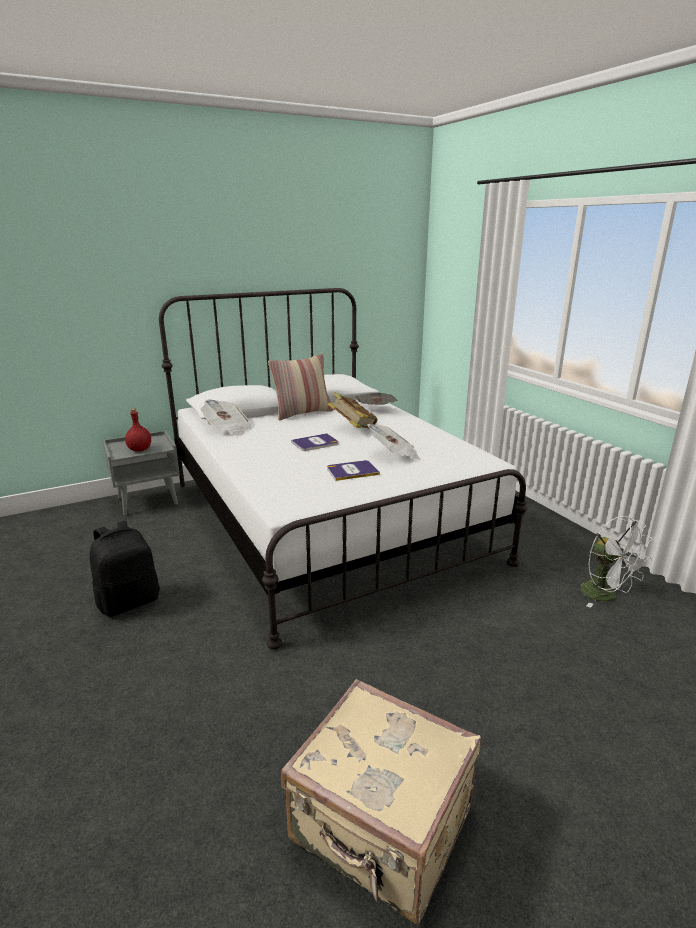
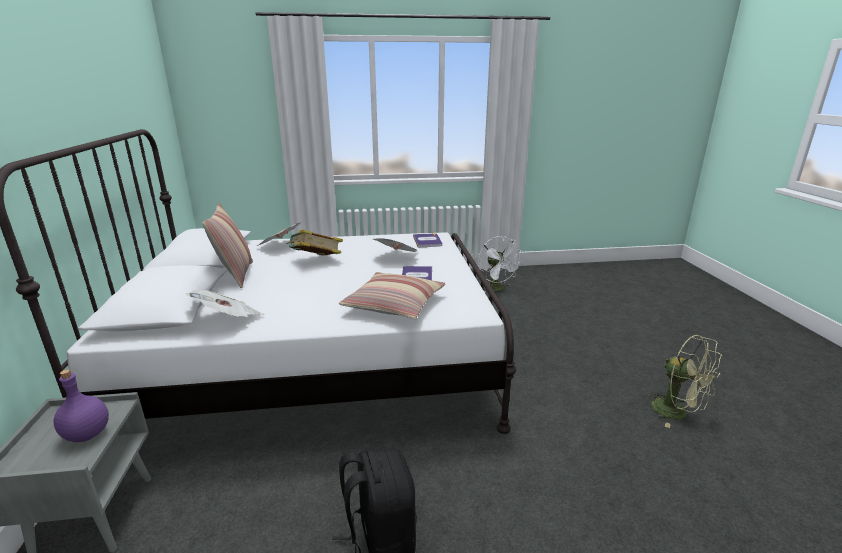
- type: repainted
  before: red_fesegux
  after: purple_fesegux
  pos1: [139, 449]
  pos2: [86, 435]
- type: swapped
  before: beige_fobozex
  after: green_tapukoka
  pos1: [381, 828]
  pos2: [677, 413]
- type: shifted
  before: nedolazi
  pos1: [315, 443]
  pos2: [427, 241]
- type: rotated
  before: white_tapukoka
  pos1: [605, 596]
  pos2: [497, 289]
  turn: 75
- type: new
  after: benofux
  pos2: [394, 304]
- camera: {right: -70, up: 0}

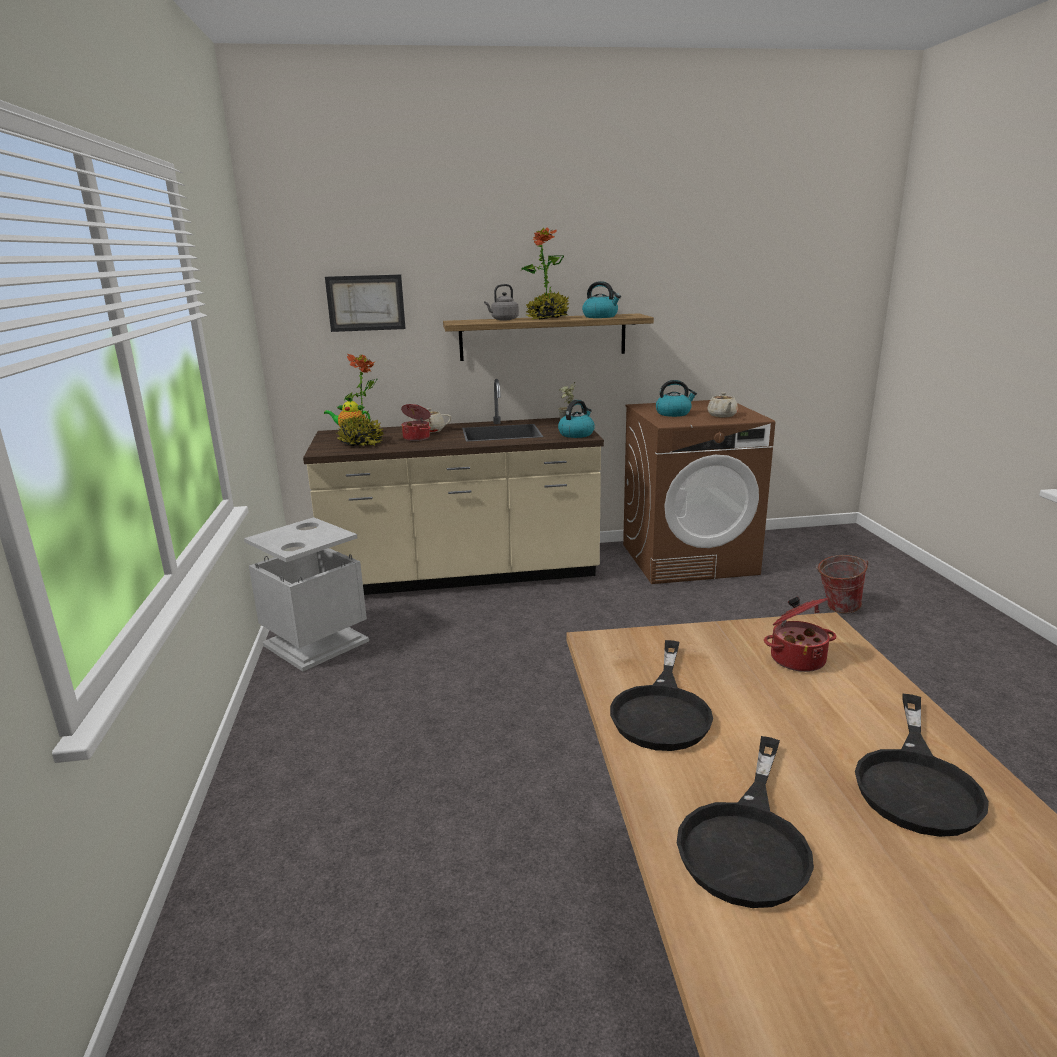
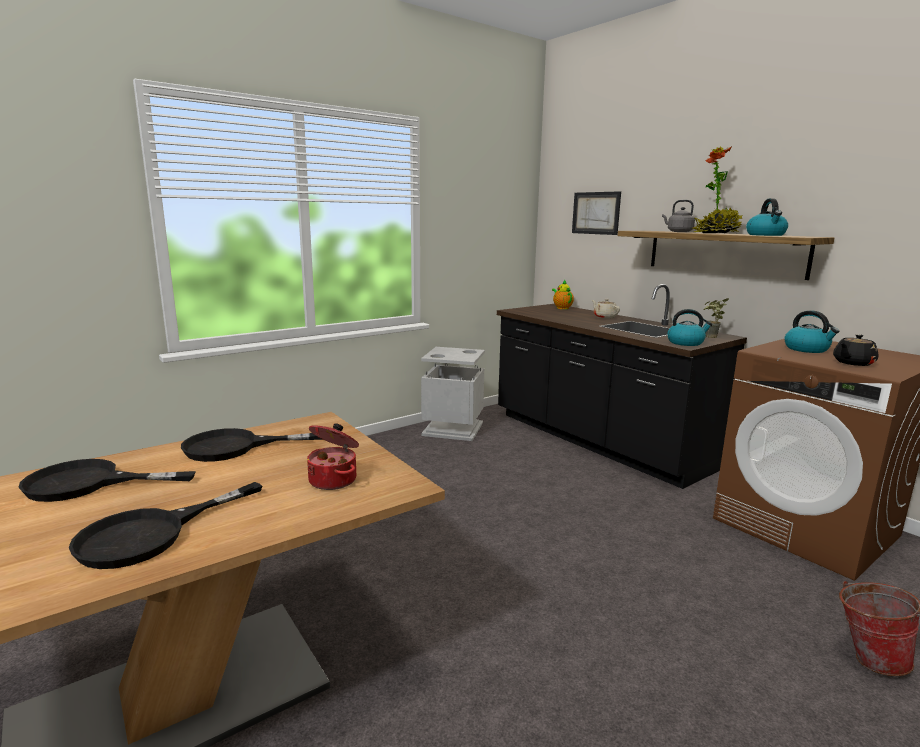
- type: repainted
  before: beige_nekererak
  after: black_nekererak
  pos1: [462, 574]
  pos2: [597, 440]
- type: gone
  before: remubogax
  pos1: [361, 443]
- type: gone
  before: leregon
  pos1: [417, 438]
- type: repainted
  before: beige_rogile
  after: black_rogile
  pos1: [722, 416]
  pos2: [852, 363]
- type: rotated
  before: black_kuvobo
  pos1: [916, 781]
  pos2: [150, 534]
  turn: -45
- camera: {right: 60, up: -5}

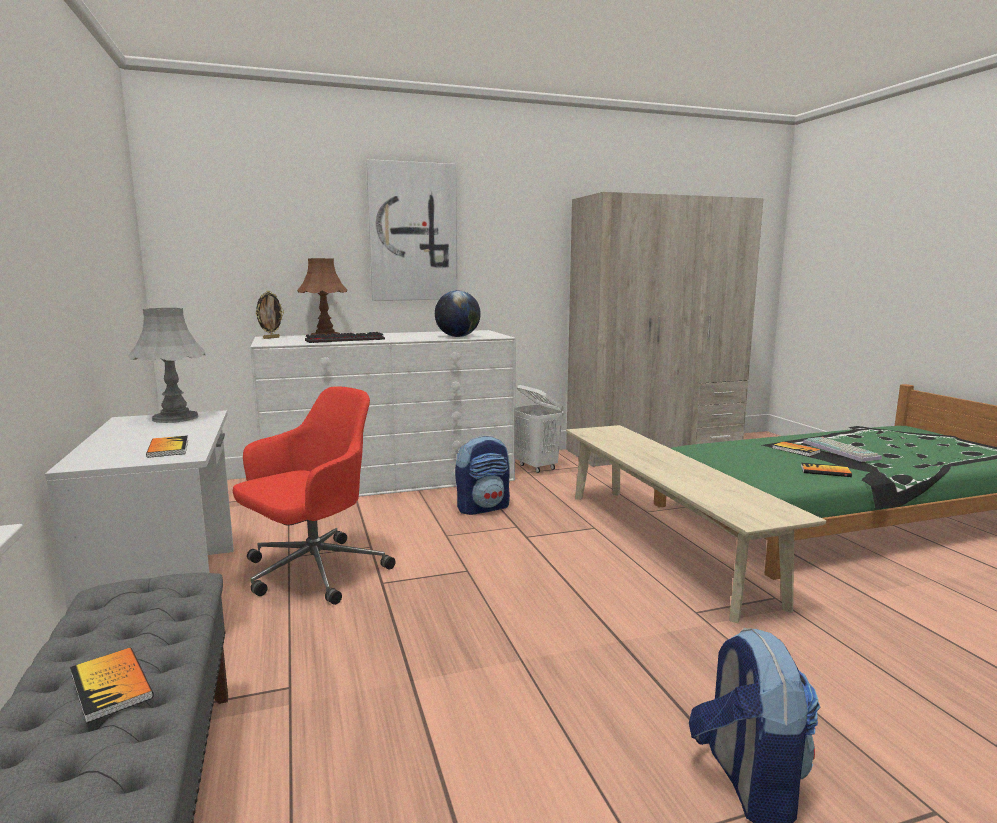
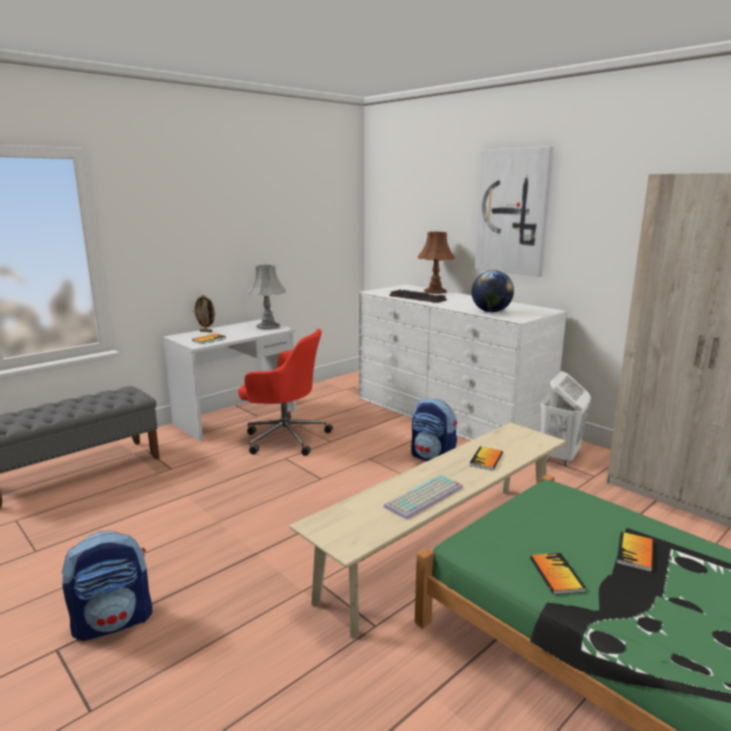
- type: shifted
  before: nedolazi
  pos1: [111, 685]
  pos2: [486, 459]
- type: shifted
  before: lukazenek
  pos1: [271, 338]
  pos2: [206, 331]
- type: shifted
  before: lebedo
  pos1: [842, 450]
  pos2: [424, 498]
- camera: {right: 65, up: 5}

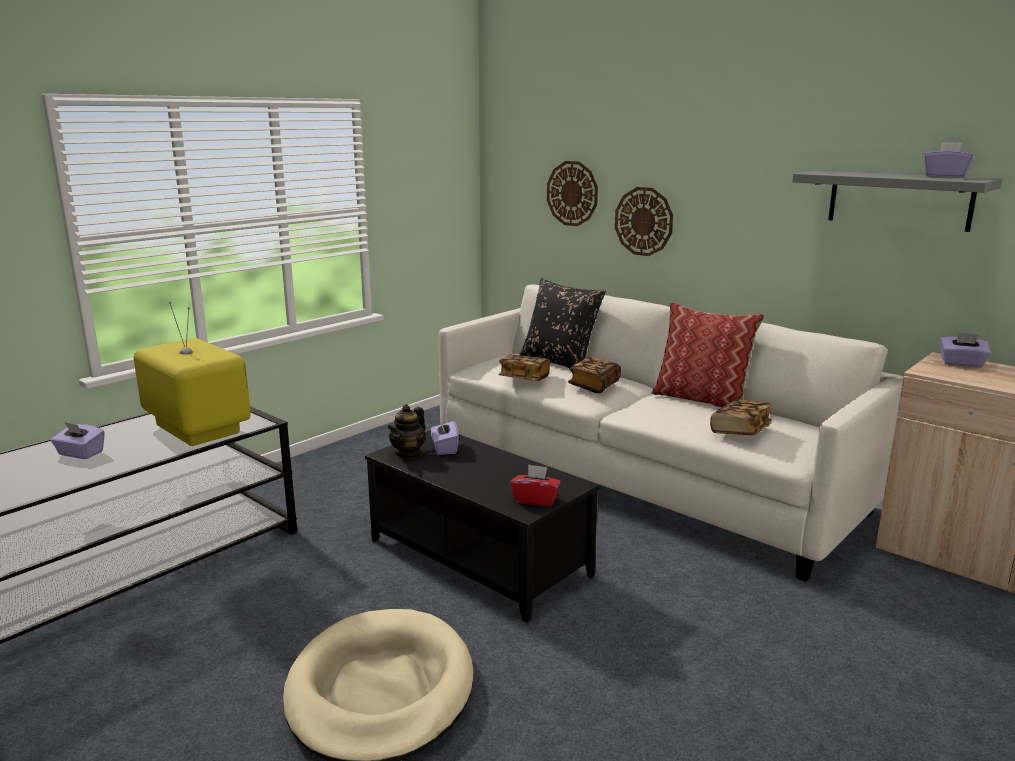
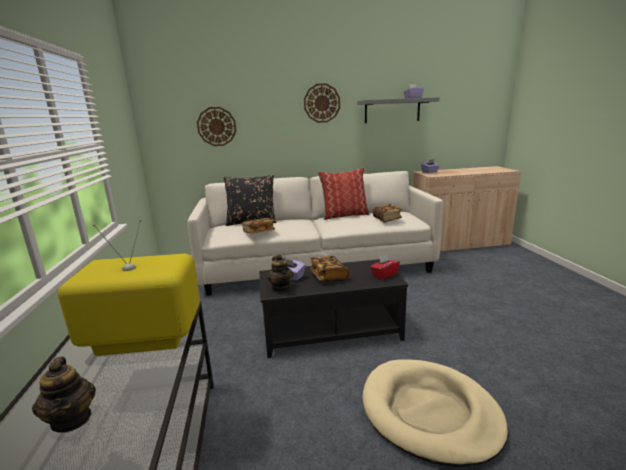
- type: swapped
  before: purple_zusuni
  after: rogile
  pos1: [80, 454]
  pos2: [72, 419]
- type: shifted
  before: nedolazi
  pos1: [594, 385]
  pos2: [328, 276]
- type: shifted
  before: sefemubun
  pos1: [644, 221]
  pos2: [322, 103]
- camera: {right: -50, up: 0}

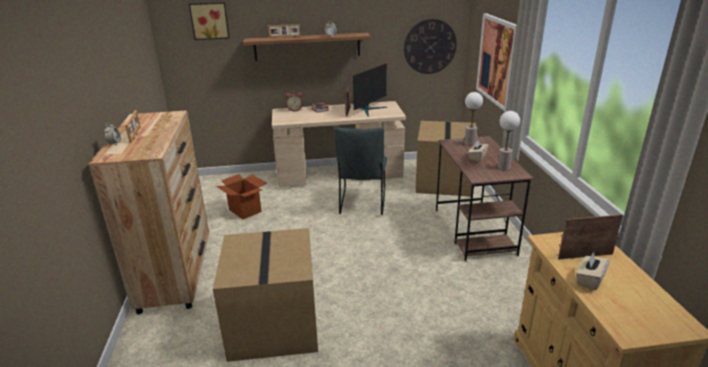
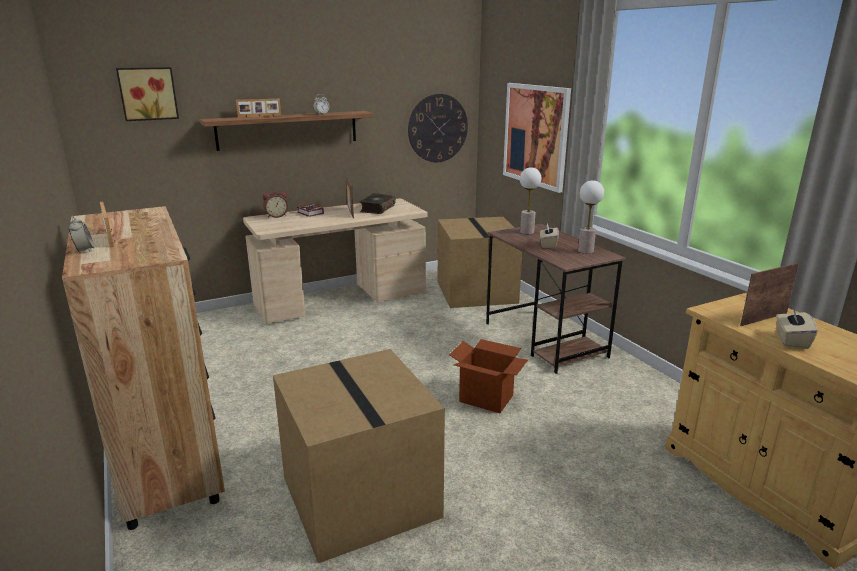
- type: shifted
  before: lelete
  pos1: [245, 210]
  pos2: [486, 399]
- type: gone
  before: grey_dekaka
  pos1: [362, 204]
- type: swapped
  before: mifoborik
  after: nedolazi
  pos1: [369, 110]
  pos2: [377, 209]
- camera: {right: -20, up: -5}

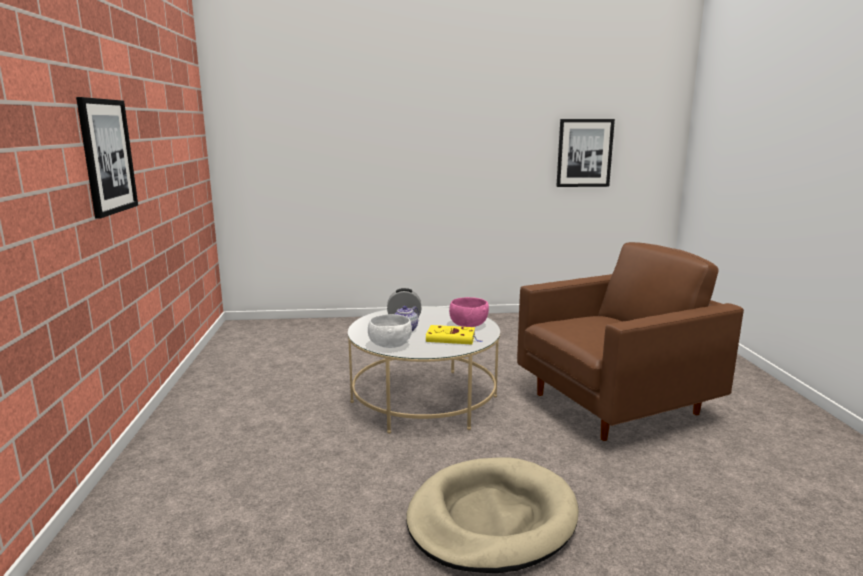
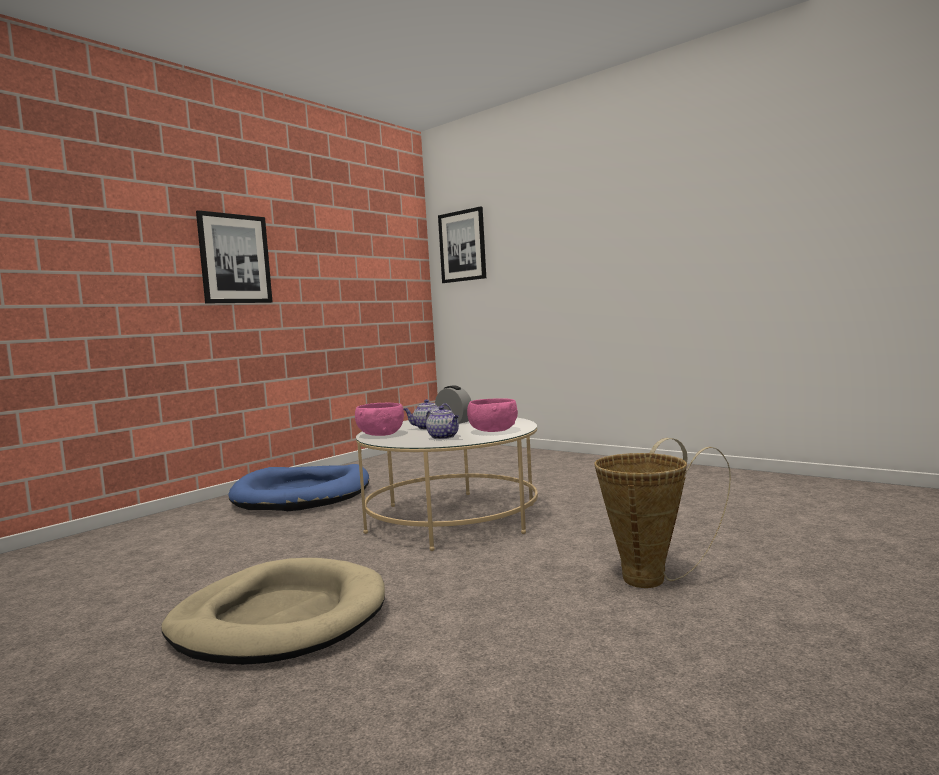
- type: repainted
  before: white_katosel
  after: pink_katosel
  pos1: [389, 345]
  pos2: [380, 434]
- type: swapped
  before: yellow_nedolazi
  after: rogile
  pos1: [452, 338]
  pos2: [444, 437]
- type: swapped
  before: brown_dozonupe
  after: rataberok
  pos1: [614, 404]
  pos2: [653, 578]
- type: shifted
  before: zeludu
  pos1: [584, 153]
  pos2: [462, 246]
- type: new
  after: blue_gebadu
  pos2: [303, 494]
- camera: {right: 45, up: -10}

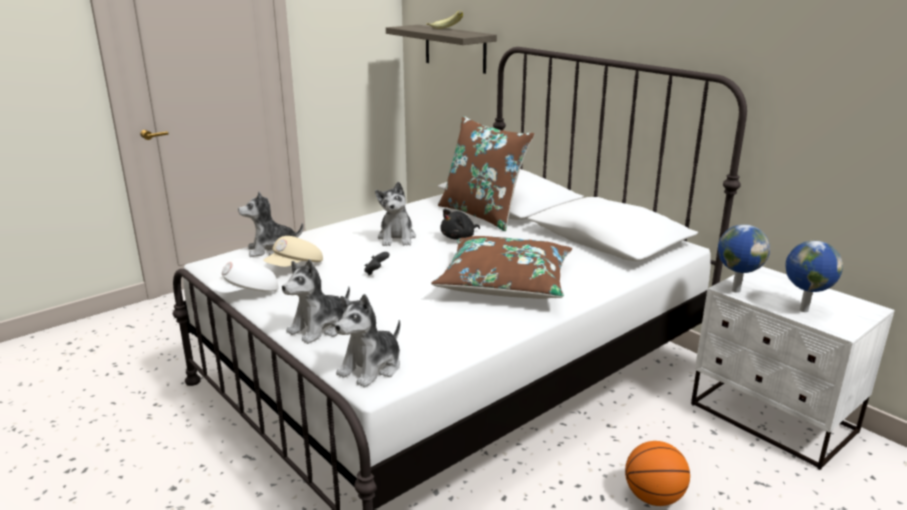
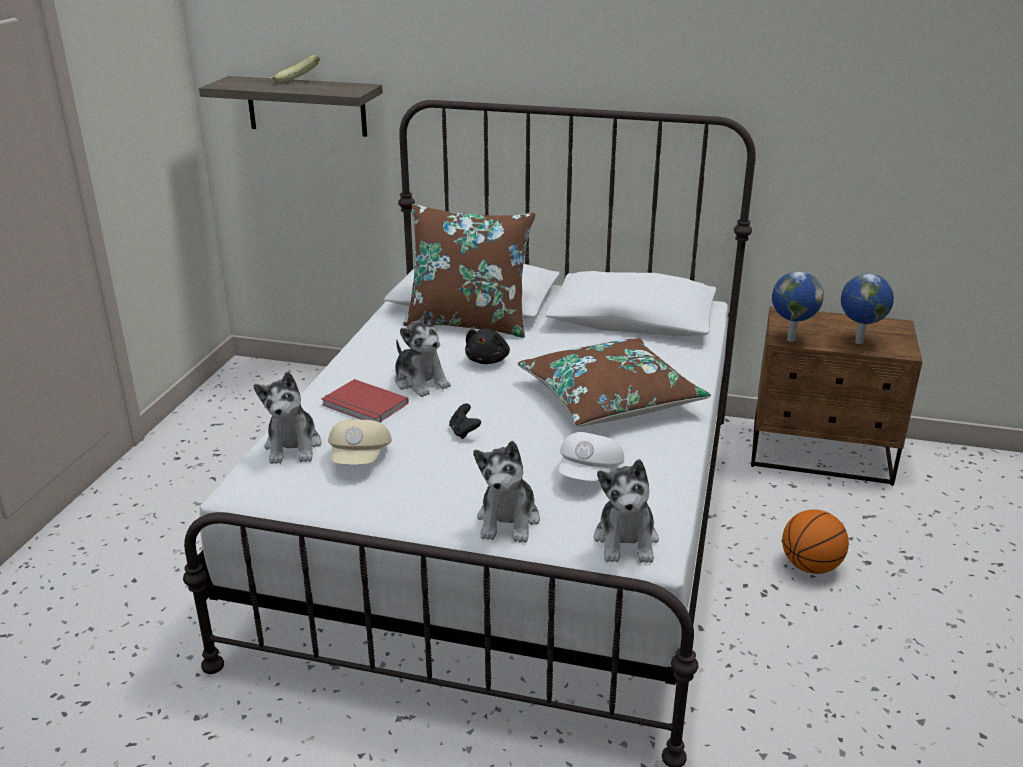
- type: shifted
  before: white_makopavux
  pos1: [246, 293]
  pos2: [590, 474]
- type: rotated
  before: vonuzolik
  pos1: [272, 250]
  pos2: [293, 446]
  turn: -45
- type: repainted
  before: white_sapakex
  after: brown_sapakex
  pos1: [772, 419]
  pos2: [821, 454]
- type: new
  after: red_nedolazi
  pos2: [363, 405]
- camera: {right: -35, up: 5}

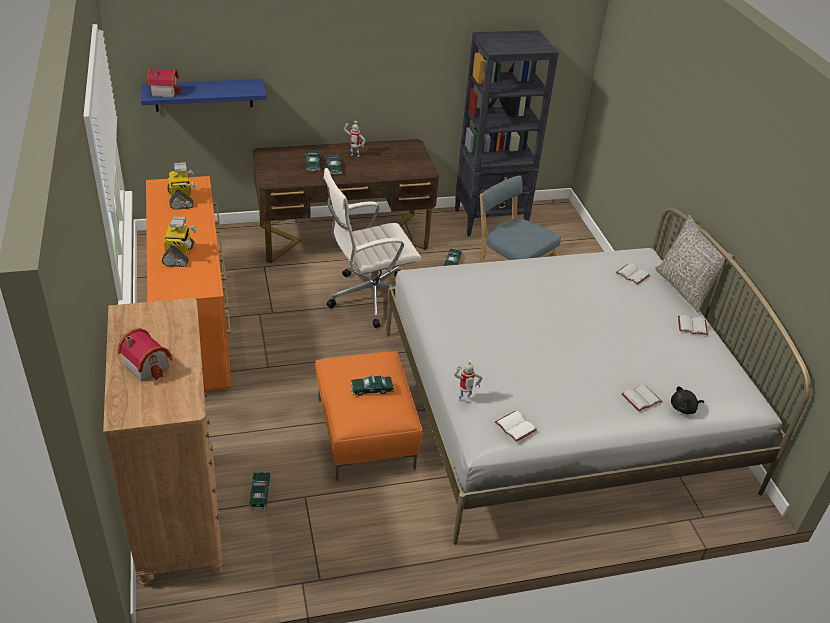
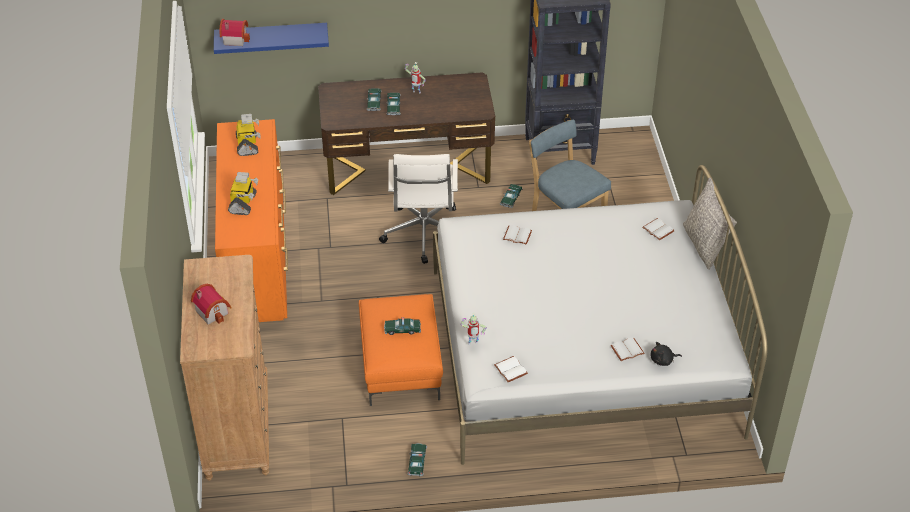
- type: shifted
  before: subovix
  pos1: [260, 493]
  pos2: [417, 462]
- type: rotated
  before: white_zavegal
  pos1: [369, 298]
  pos2: [424, 234]
  turn: -75
- type: shifted
  before: white_nedolazi
  pos1: [692, 325]
  pos2: [518, 235]
- camera: {right: 10, up: 5}

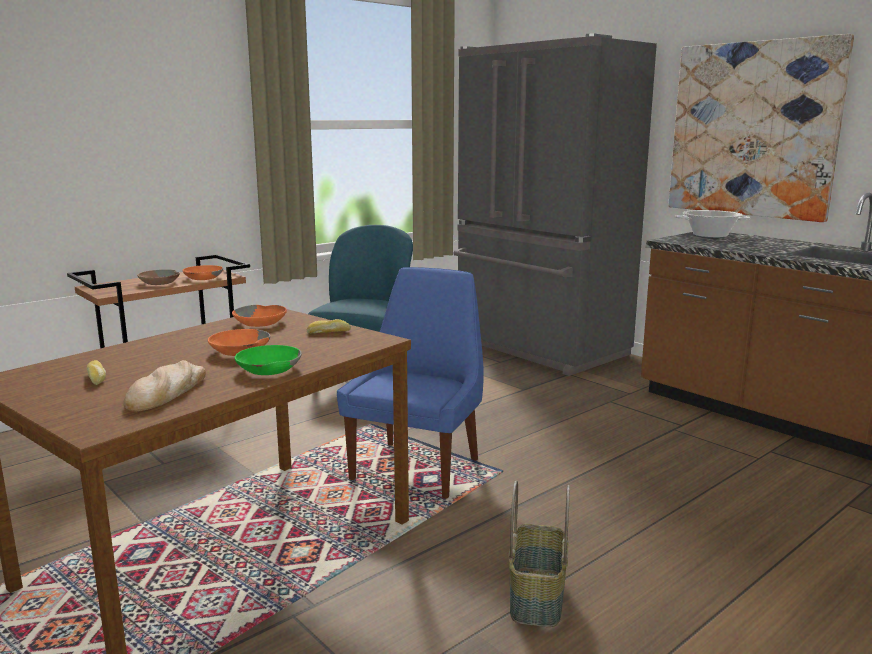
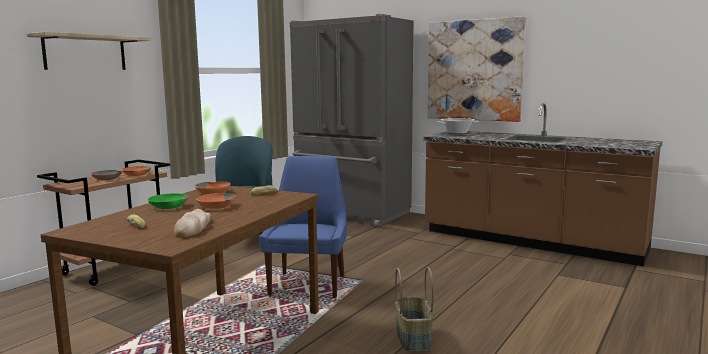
- type: shifted
  before: green_katosel
  pos1: [267, 369]
  pos2: [167, 206]
- type: new
  after: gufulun
  pos2: [85, 53]
- camera: {right: -15, up: -5}

